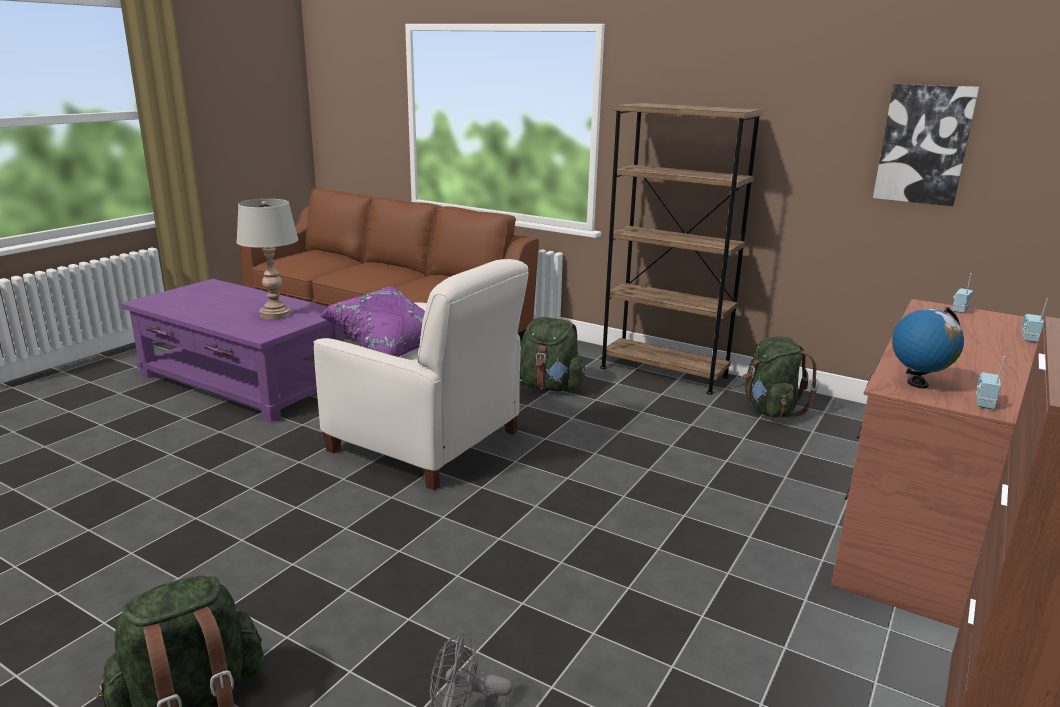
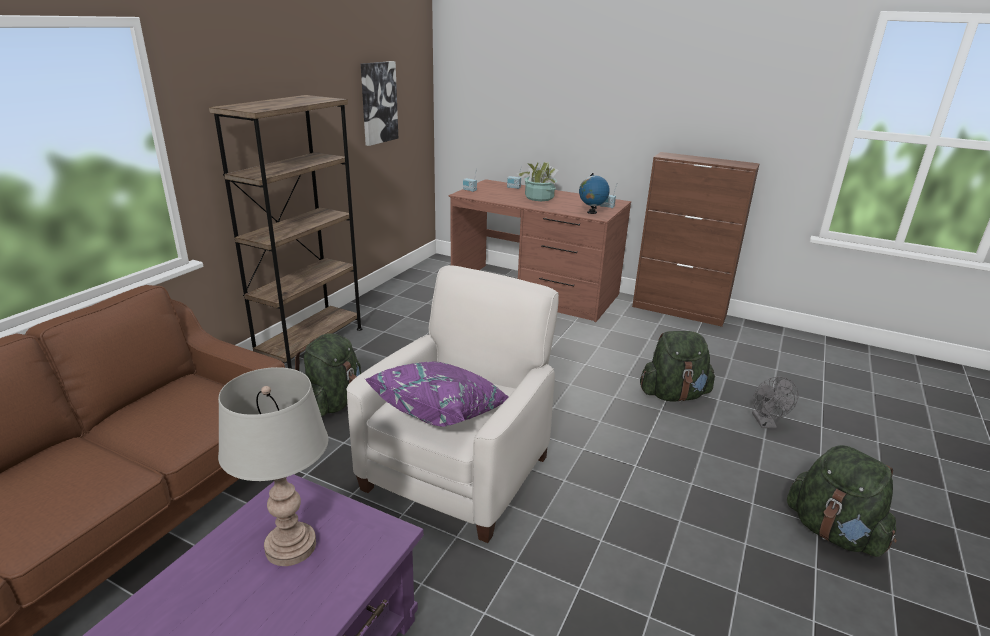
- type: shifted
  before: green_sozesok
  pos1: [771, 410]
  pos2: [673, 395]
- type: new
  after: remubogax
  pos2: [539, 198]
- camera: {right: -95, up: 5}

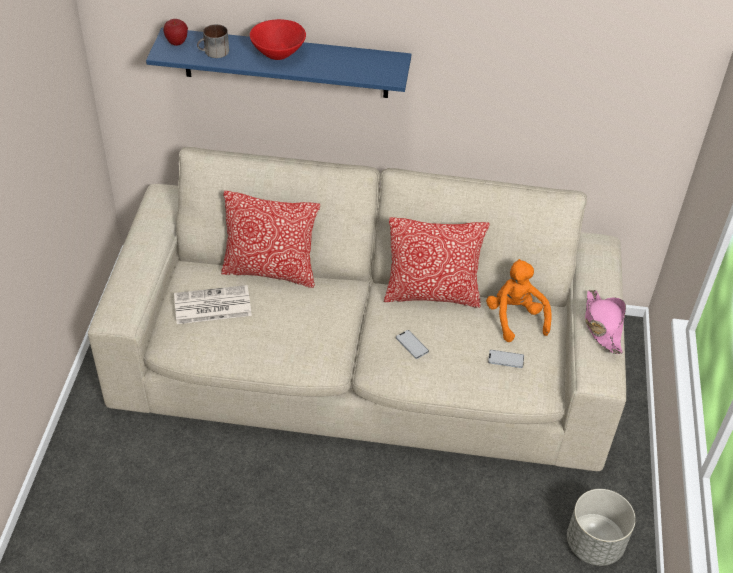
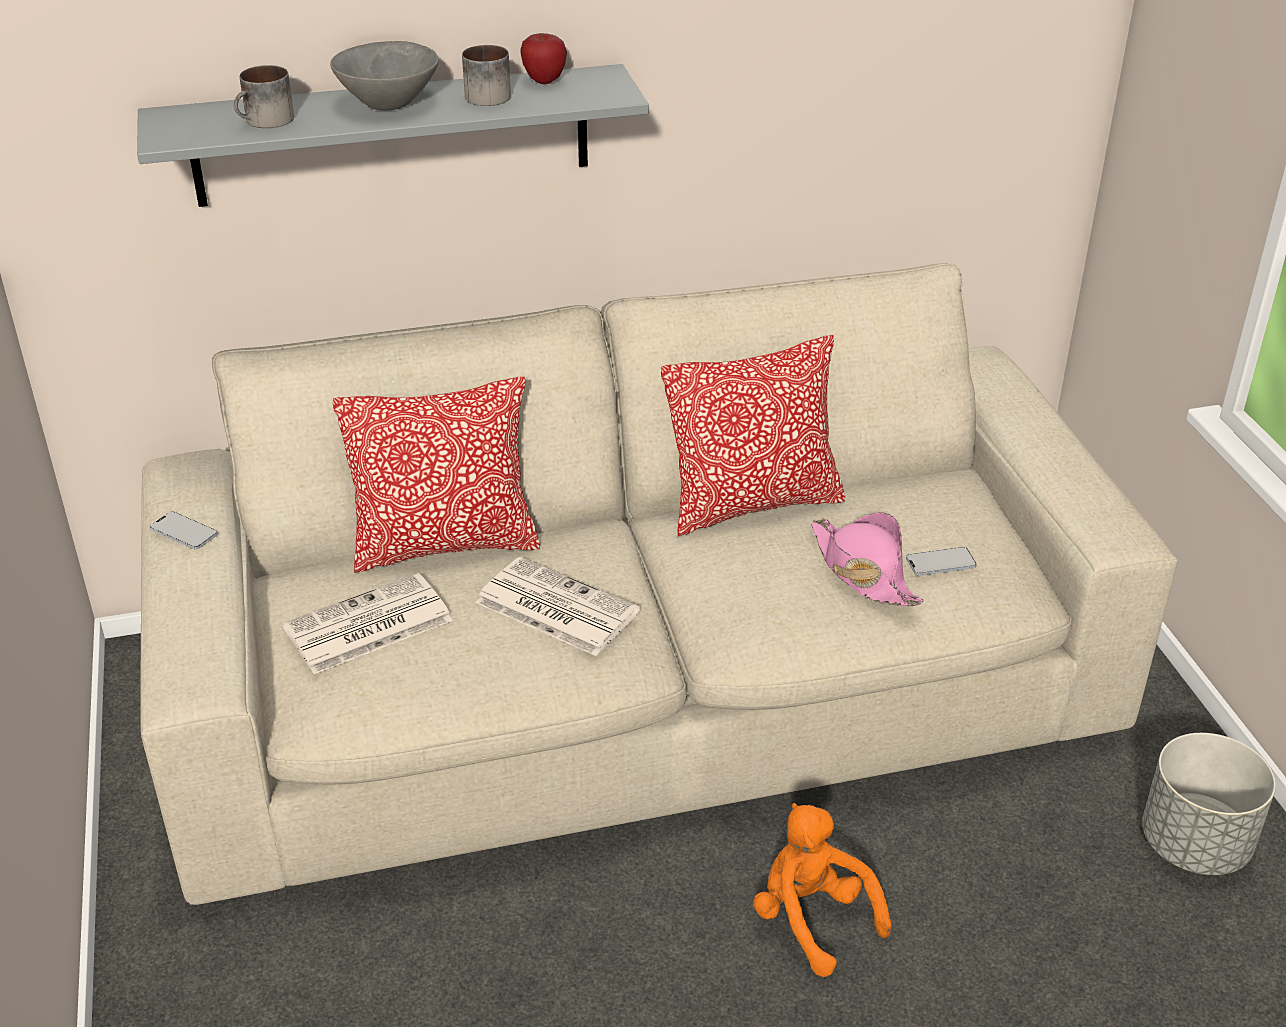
- type: repainted
  before: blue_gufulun
  after: grey_gufulun
  pos1: [286, 63]
  pos2: [392, 135]
- type: shifted
  before: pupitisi
  pos1: [177, 43]
  pos2: [544, 81]
- type: repainted
  before: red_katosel
  after: grey_katosel
  pos1: [279, 54]
  pos2: [390, 102]
- type: shifted
  before: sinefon
  pos1: [412, 345]
  pos2: [184, 532]
- type: shifted
  before: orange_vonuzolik
  pos1: [515, 317]
  pos2: [812, 919]
- type: shifted
  before: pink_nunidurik
  pos1: [602, 325]
  pos2: [862, 571]
- type: new
  after: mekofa
  pos2: [484, 95]
- type: new
  after: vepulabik
  pos2: [554, 607]
- camera: {right: -20, up: -10}

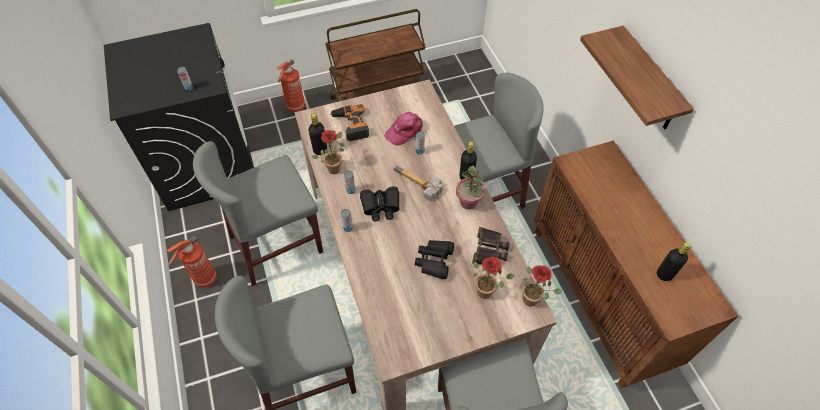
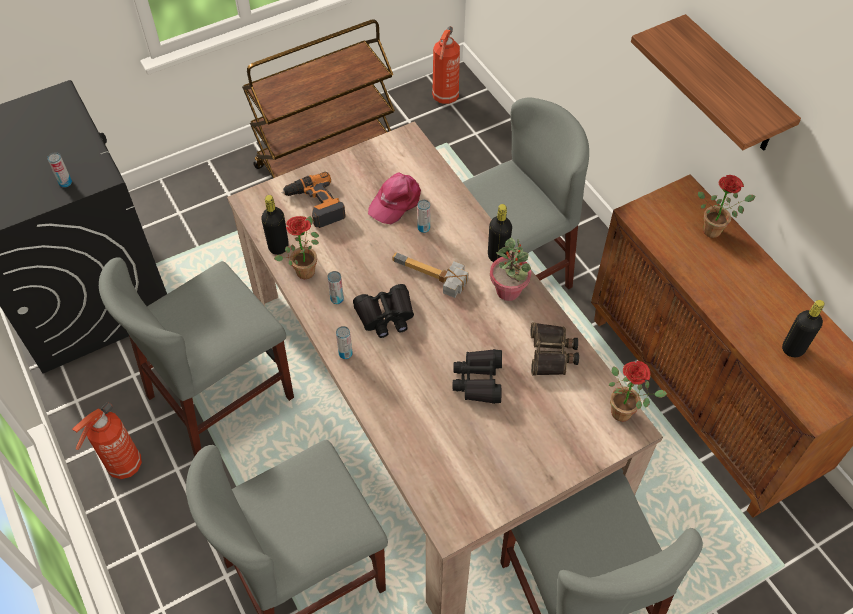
- type: shifted
  before: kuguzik
  pos1: [295, 108]
  pos2: [445, 98]
- type: shifted
  before: remubogax
  pos1: [487, 291]
  pos2: [715, 229]
- camera: {right: -10, up: 0}

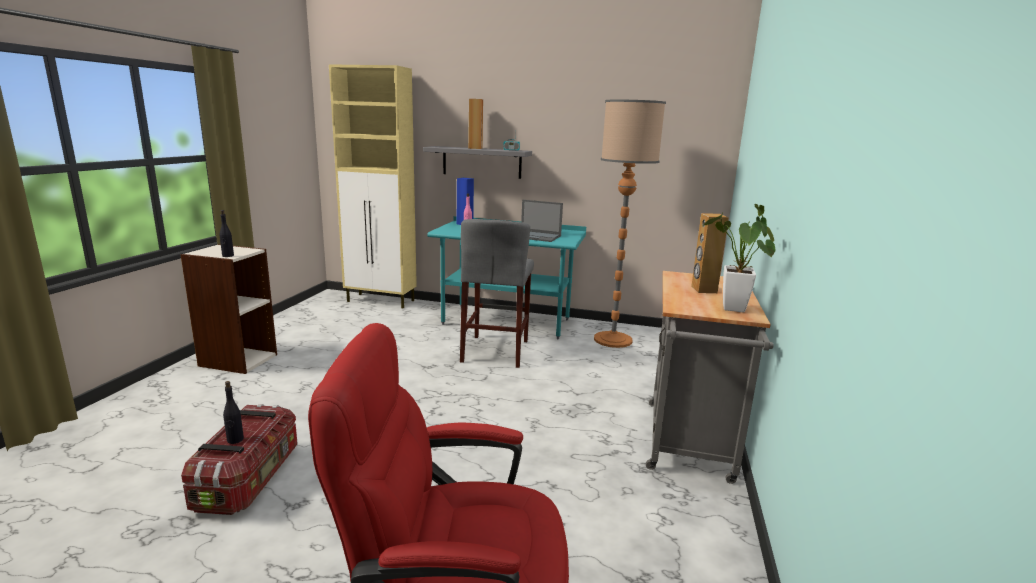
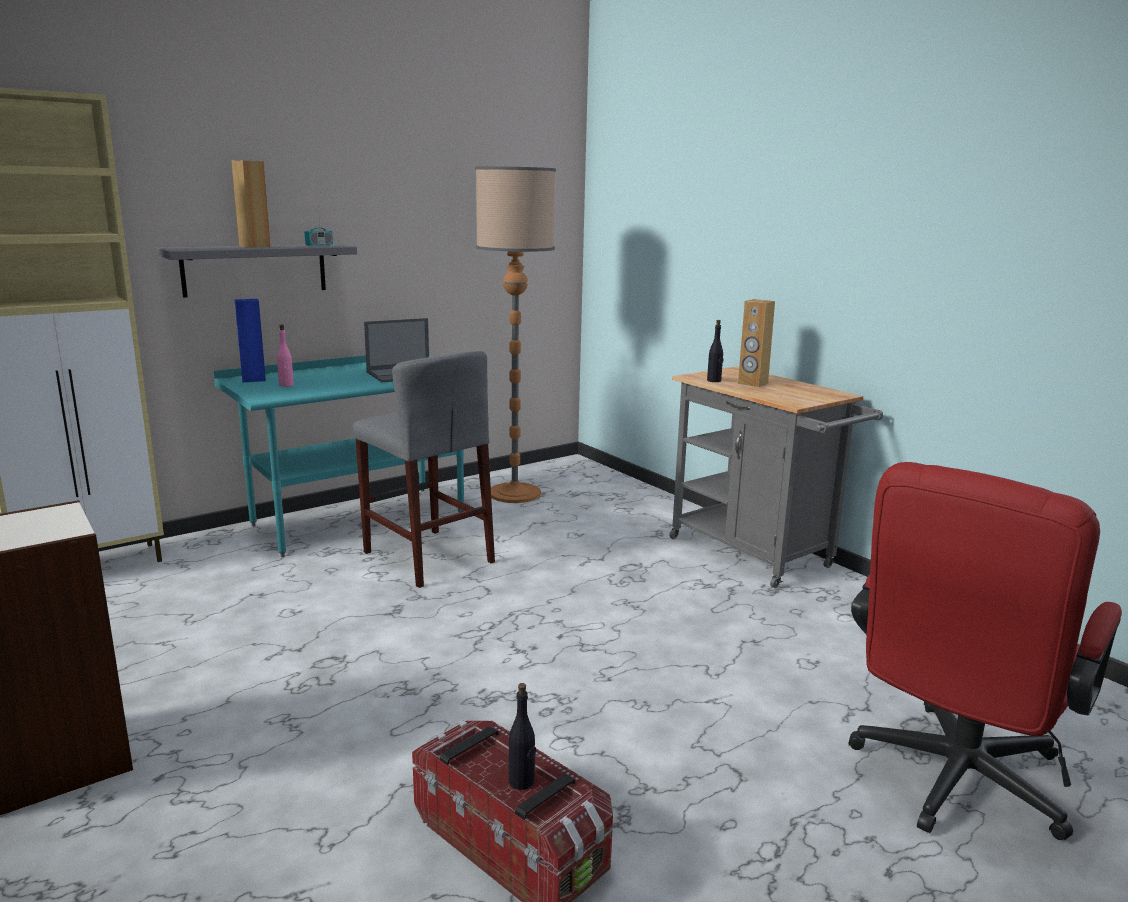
- type: shifted
  before: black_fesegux
  pos1: [228, 256]
  pos2: [714, 380]
- type: gone
  before: remubogax
  pos1: [733, 310]
- camera: {right: -50, up: 0}

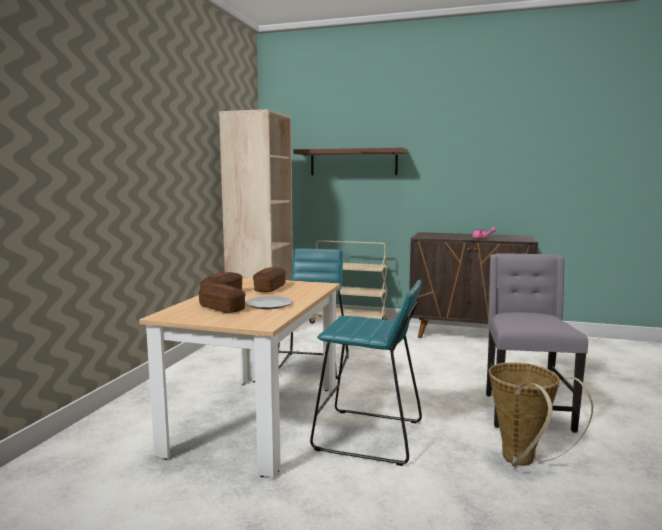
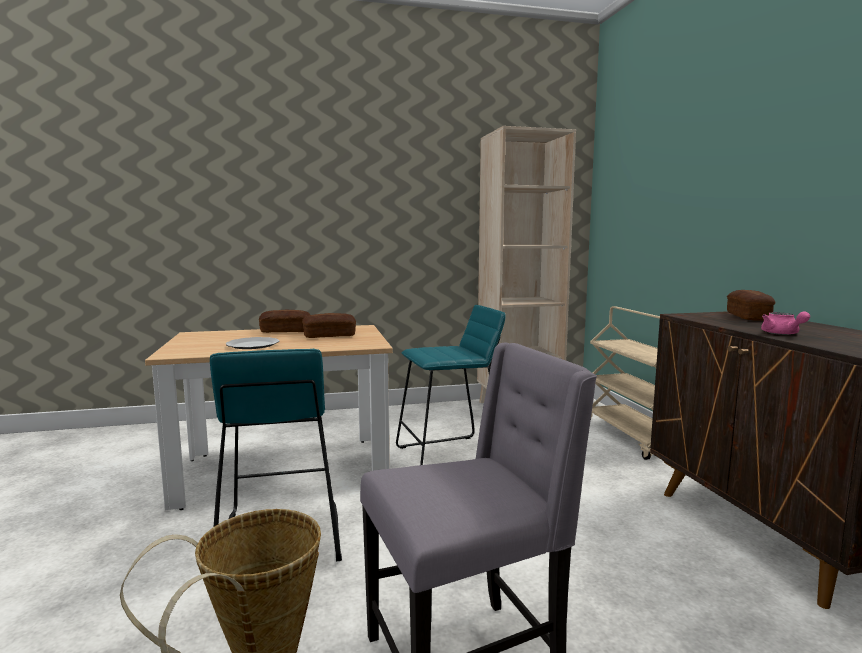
- type: shifted
  before: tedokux
  pos1: [222, 308]
  pos2: [748, 317]
- type: gone
  before: brown_gufulun
  pos1: [353, 162]
- camera: {right: 60, up: 0}

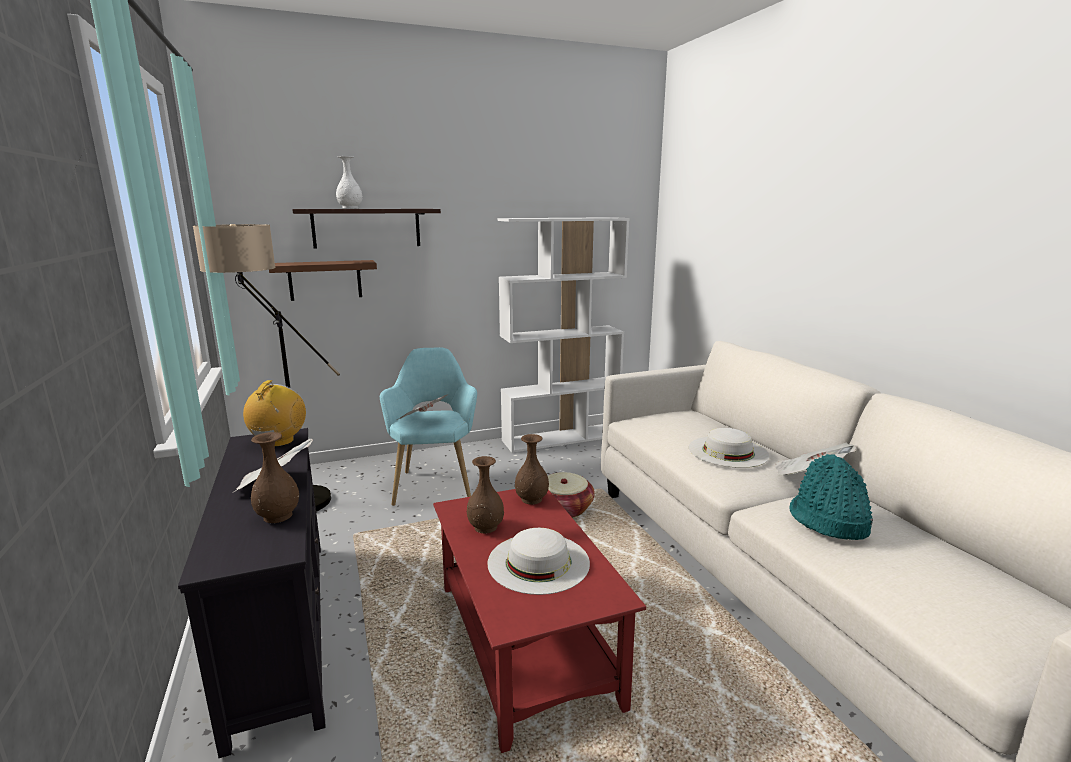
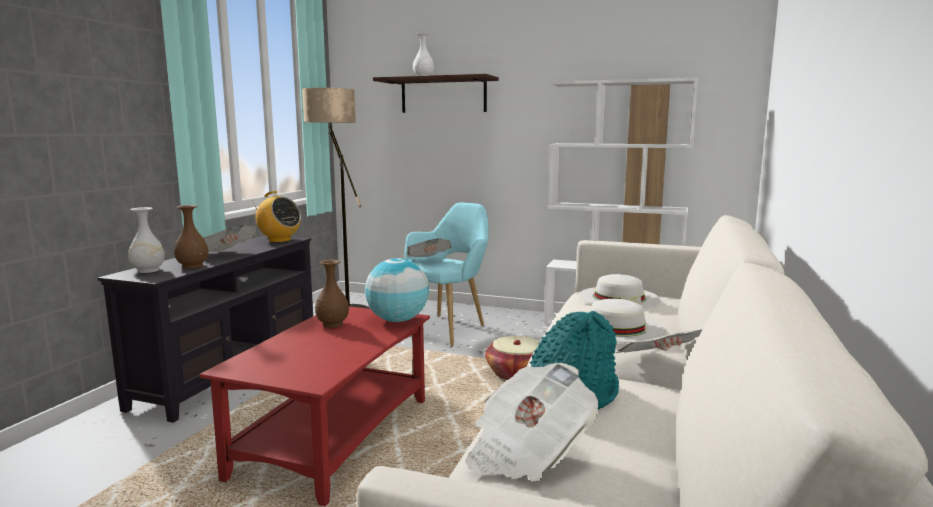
- type: rotated
  before: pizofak
  pos1: [279, 442]
  pos2: [279, 240]
  turn: 75
- type: gone
  before: brown_gufulun
  pos1: [325, 280]
- type: shifted
  before: white_nunidurik
  pos1: [538, 562]
  pos2: [619, 297]
- type: swapped
  before: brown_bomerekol
  after: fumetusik
  pos1: [532, 499]
  pos2: [398, 320]
- type: new
  after: white_bomerekol
  pos2: [148, 270]
- type: new
  after: vepulabik
  pos2: [527, 451]
- camera: {right: 40, up: -5}

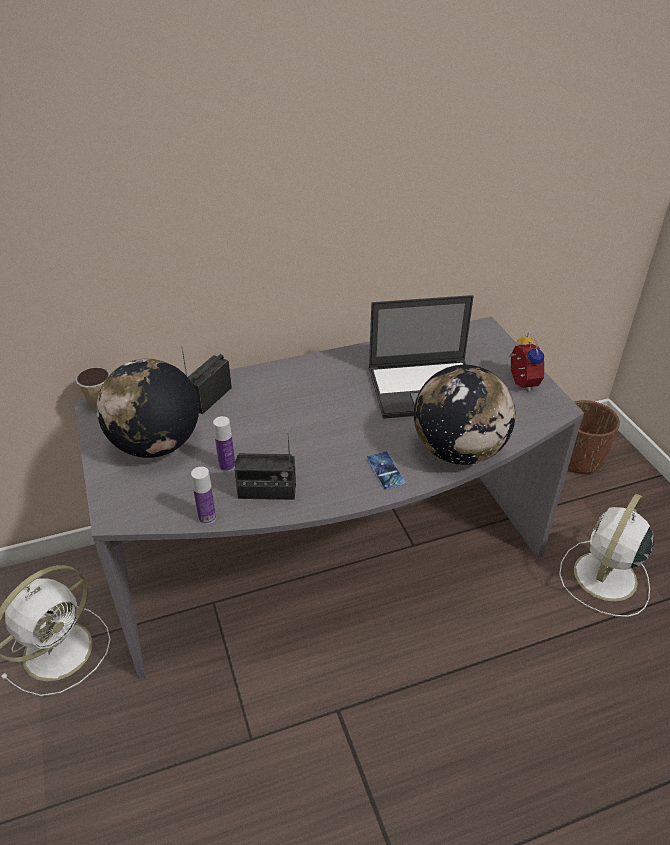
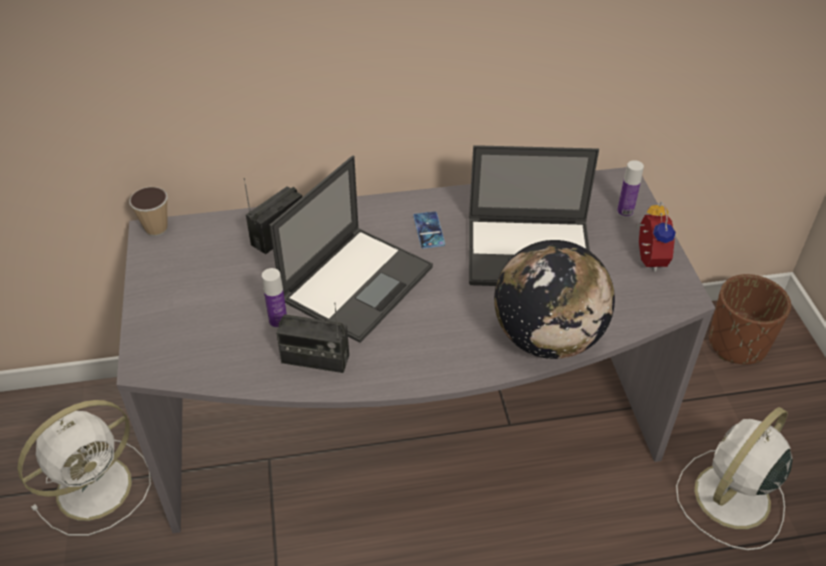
- type: gone
  before: fumetusik
  pos1: [155, 444]
- type: shifted
  before: fesegux
  pos1: [207, 518]
  pos2: [625, 212]
- type: shifted
  before: sinefon
  pos1: [385, 471]
  pos2: [429, 230]
- type: new
  after: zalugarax
  pos2: [358, 282]
- camera: {right: 10, up: 5}

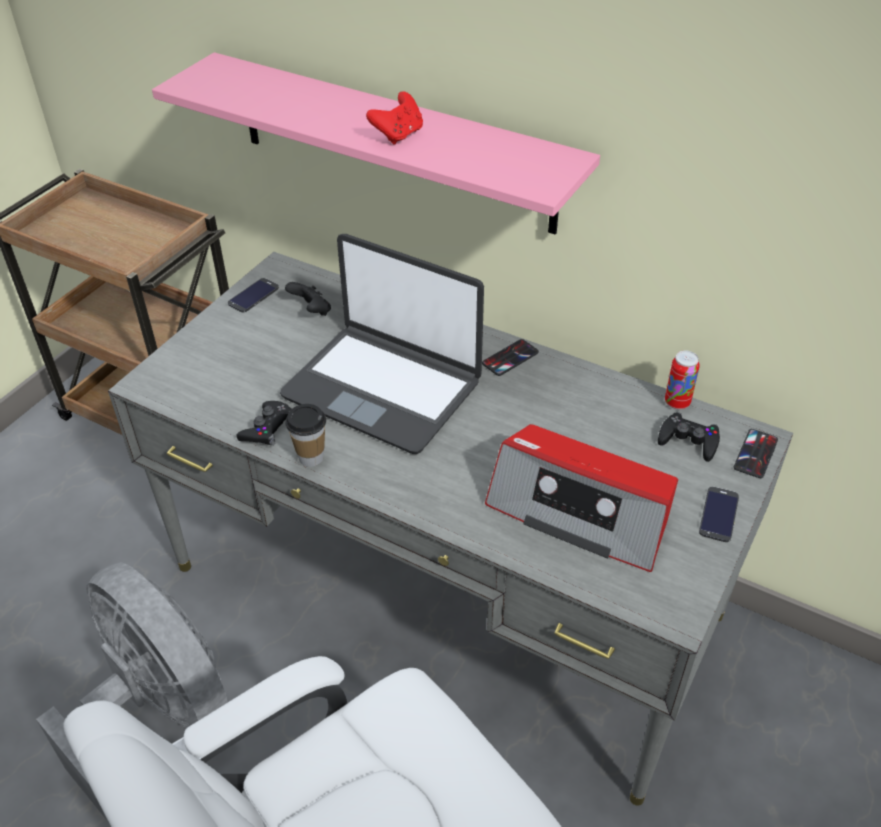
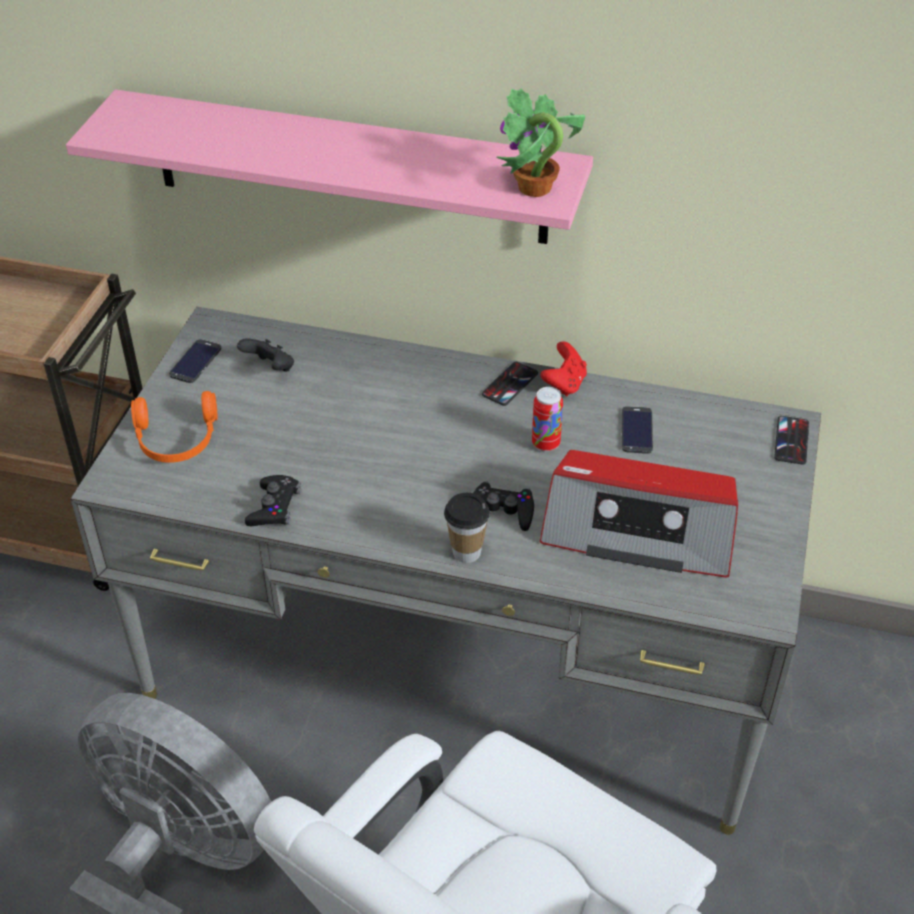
- type: gone
  before: zalugarax
  pos1: [383, 388]
- type: shifted
  before: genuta
  pos1: [311, 457]
  pos2: [466, 552]
- type: shifted
  before: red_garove
  pos1: [398, 135]
  pos2: [564, 384]
- type: shifted
  before: black_garove
  pos1: [688, 441]
  pos2: [502, 511]
- type: shifted
  before: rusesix
  pos1: [677, 402]
  pos2: [545, 444]
- type: shifted
  before: sinefon
  pos1: [719, 514]
  pos2: [637, 430]
- type: new
  after: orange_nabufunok
  pos2: [176, 440]
- type: new
  after: remubogax
  pos2: [534, 188]
- camera: {right: -15, up: 0}

